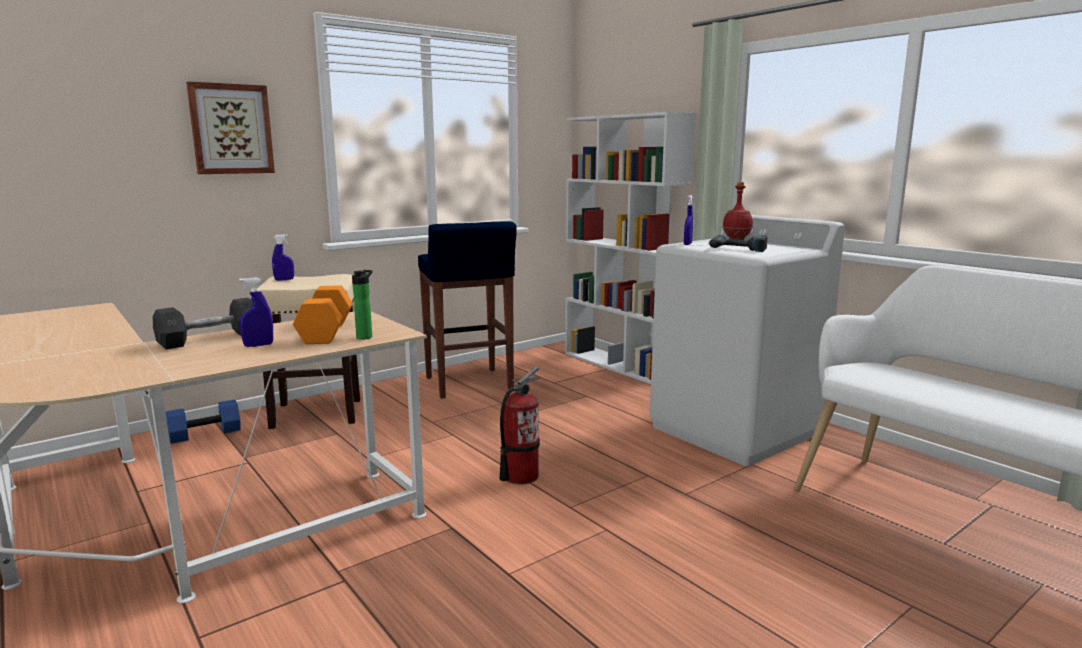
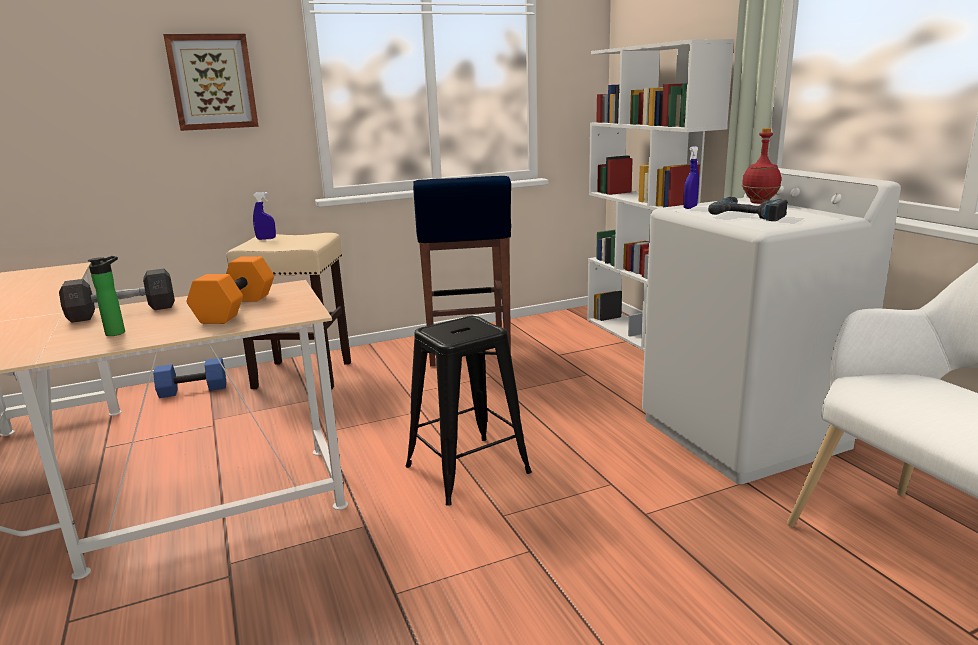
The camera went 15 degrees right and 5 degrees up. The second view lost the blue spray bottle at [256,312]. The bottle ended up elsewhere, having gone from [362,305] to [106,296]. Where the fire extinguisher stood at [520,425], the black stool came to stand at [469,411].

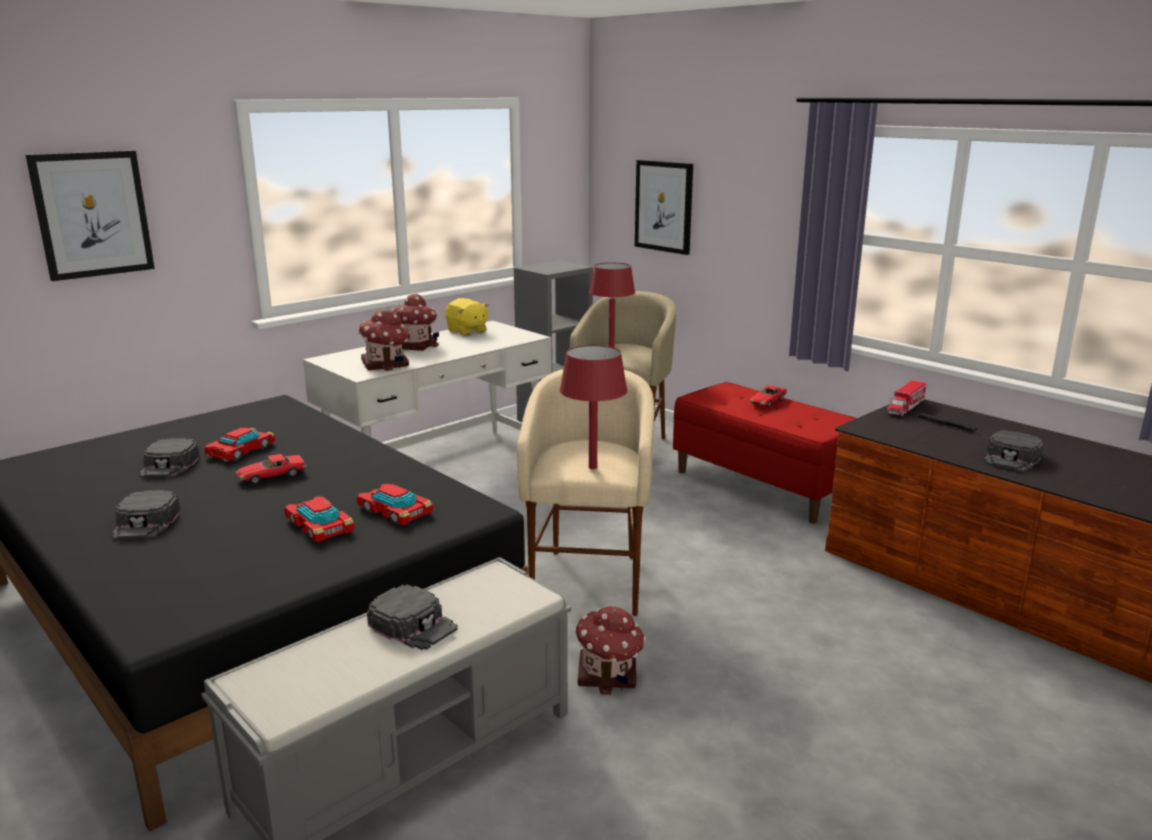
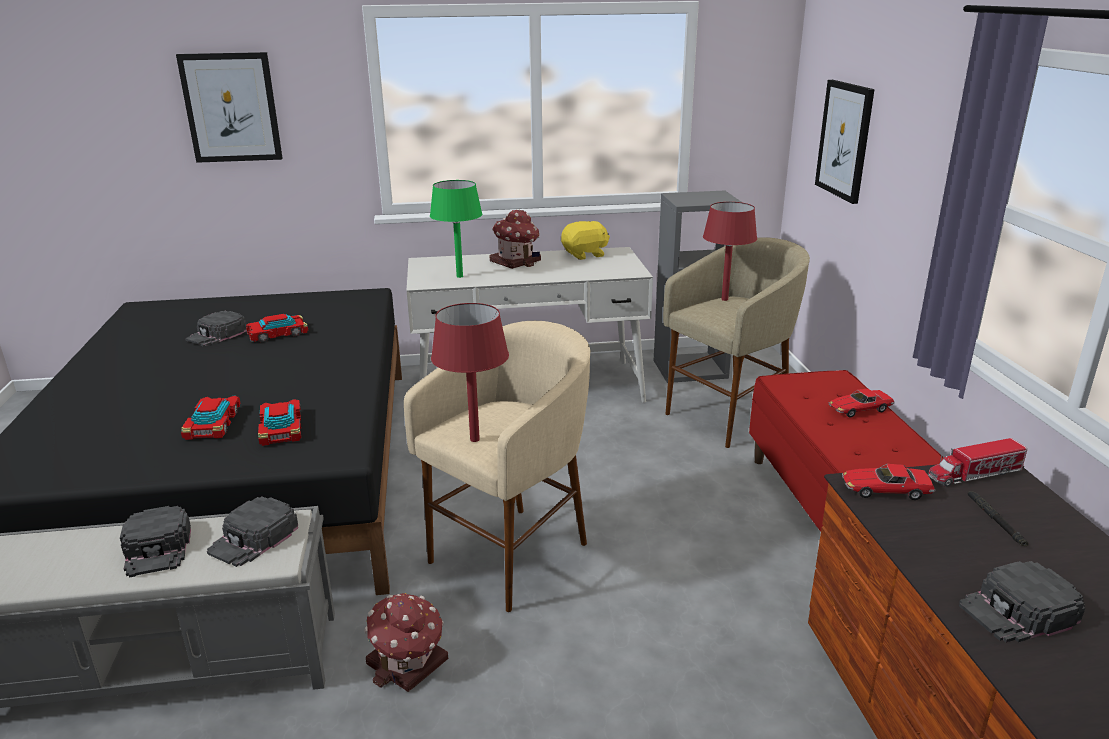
The camera went 35 degrees right and 5 degrees up. The black cap ended up elsewhere, having gone from [146,515] to [252,531]. The toy car ended up elsewhere, having gone from [271,469] to [889,482]. Where the toy house stood at [384,340], the green table lamp came to stand at [456,229]. The yellow plush toy at [467,317] ended up facing another way, 105 degrees counterclockwise from before.

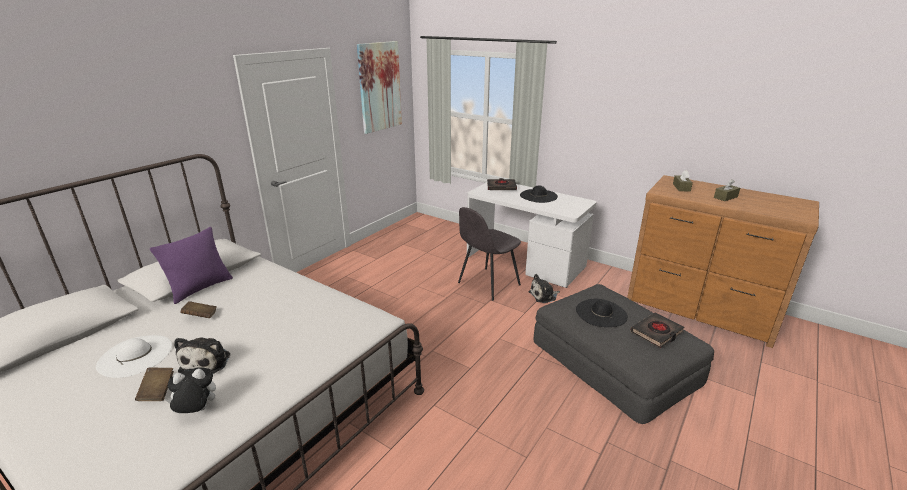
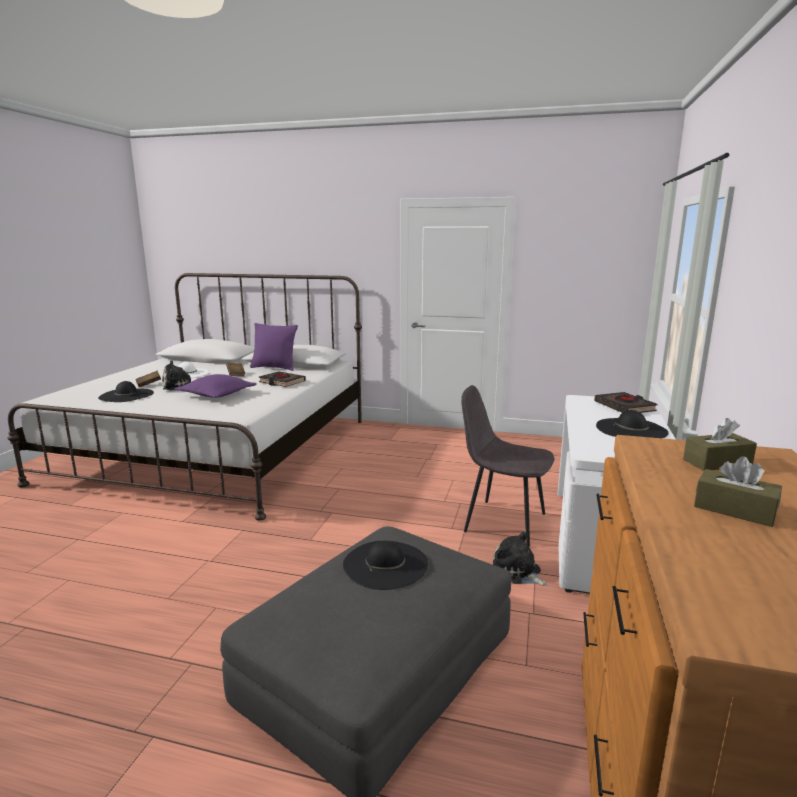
The camera went 70 degrees right and 10 degrees down. Where the plush toy stood at [191,390], the black hat came to stand at [126,391]. The second view lost the picture at [379,87]. The black book ended up elsewhere, having gone from [657,330] to [282,379]. The second view gained the purple pillow at [215,386].

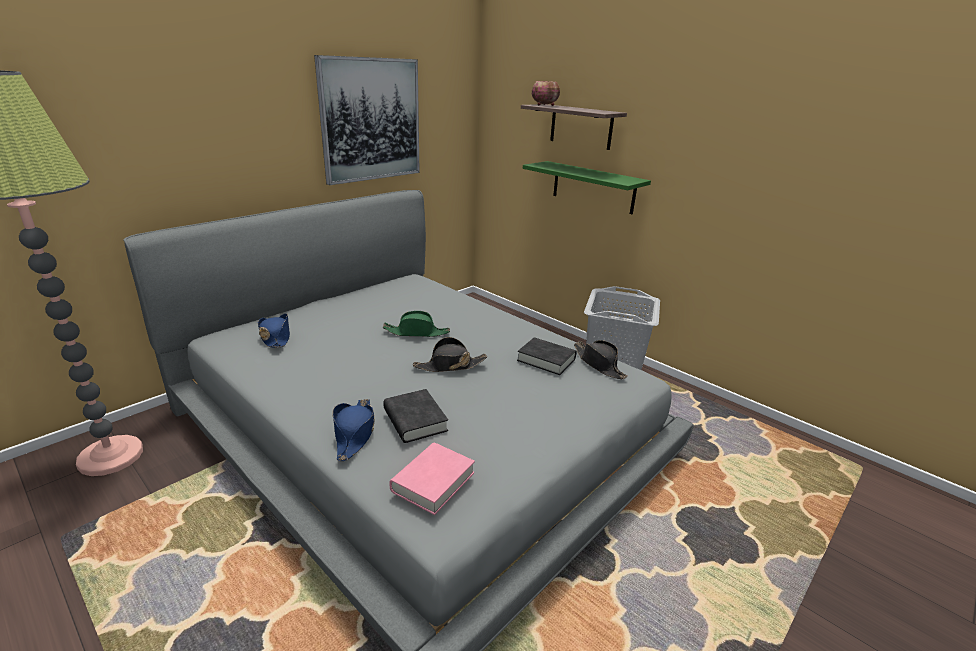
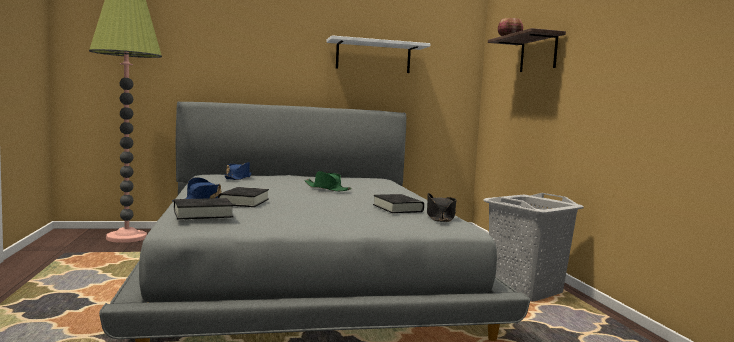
The camera went 35 degrees right and 20 degrees down. Where the picture hung at [367,120], the white shelf came to hang at [378,54]. What was the pink book at [432,479] turned into the black book at [204,209]. The second view lost the black hat at [450,354]. The second view lost the green shelf at [587,187].

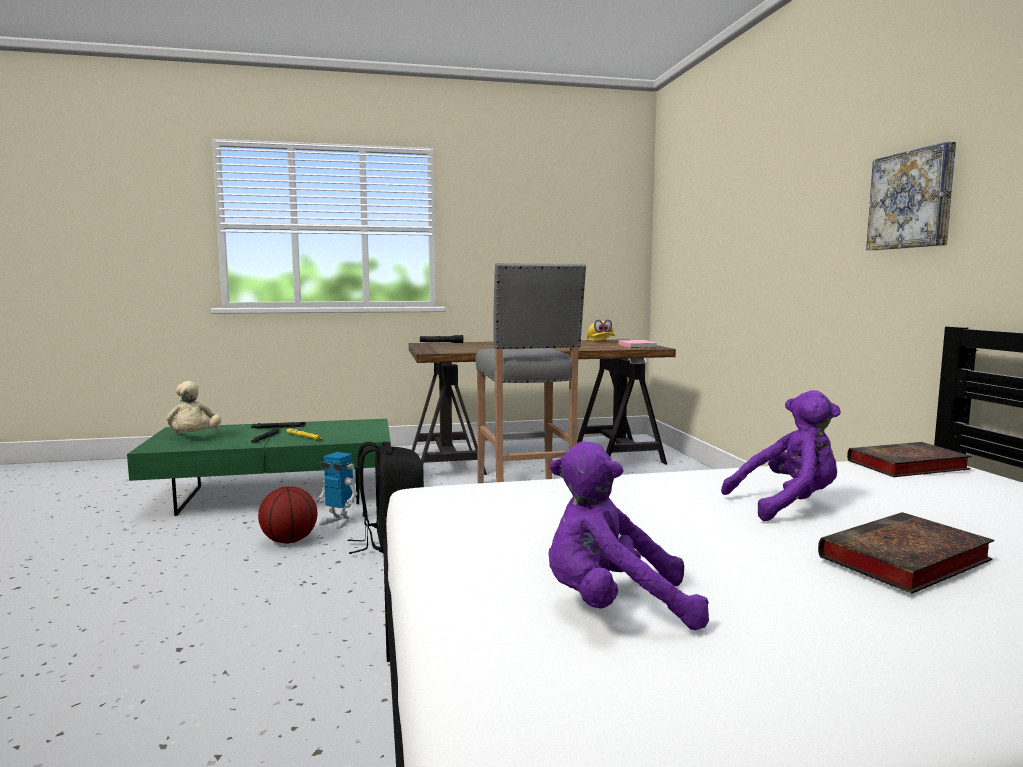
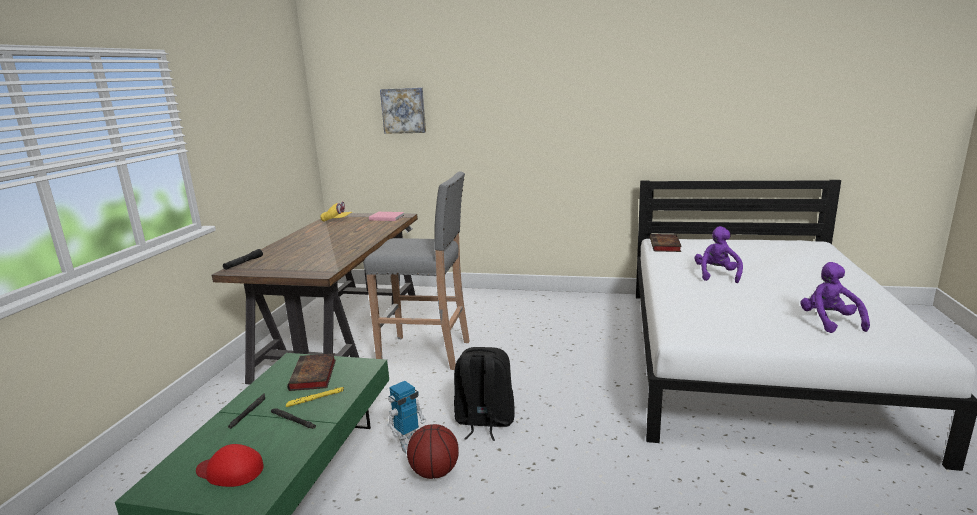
The camera went 65 degrees left and 10 degrees up. Where the beige plush toy stood at [193,407], the red cap came to stand at [230,465]. The purple plush toy at [629,535] ended up facing another way, 150 degrees clockwise from before. The book ended up elsewhere, having gone from [906,553] to [311,372]. The picture ended up elsewhere, having gone from [911,195] to [403,111].

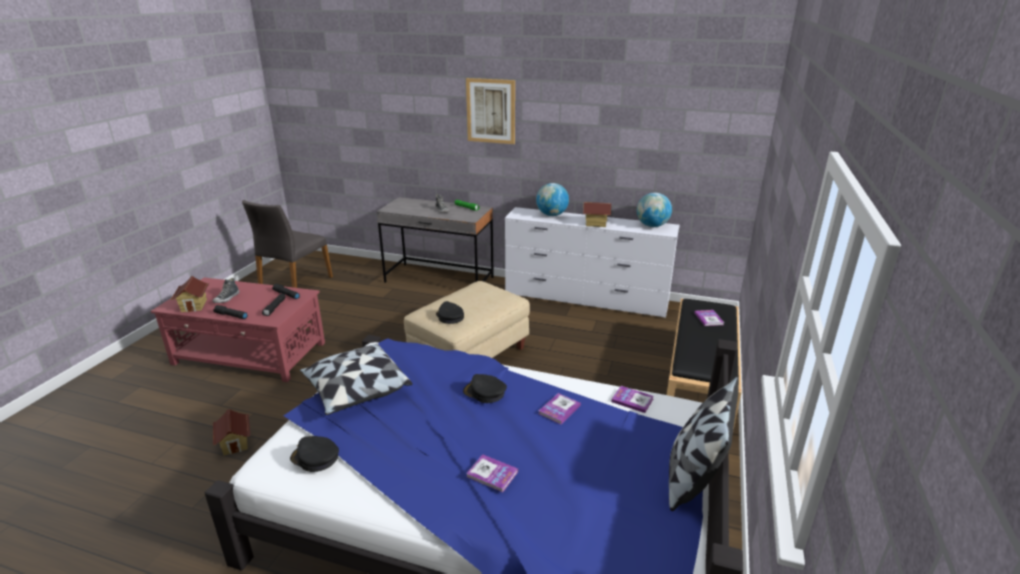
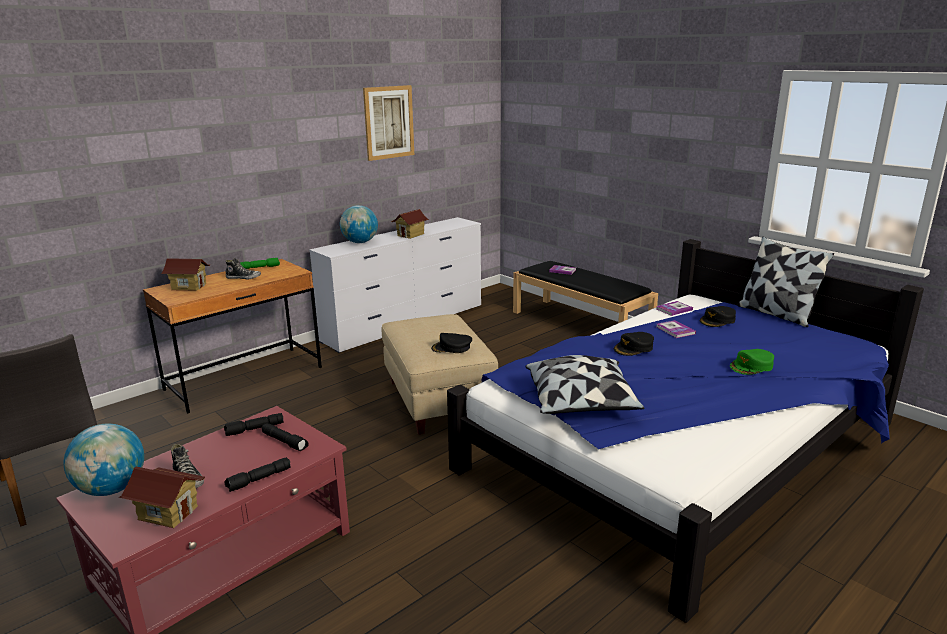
The camera went 60 degrees left and 5 degrees down. The toy house ended up elsewhere, having gone from [231,432] to [185,274]. The black cap ended up elsewhere, having gone from [314,454] to [718,316]. What was the grey desk at [435,240] turned into the brown desk at [232,336]. The picture ended up elsewhere, having gone from [490,111] to [388,123]. Where the book stood at [492,473], the green cap came to stand at [752,362]. The globe ended up elsewhere, having gone from [654,210] to [104,459].

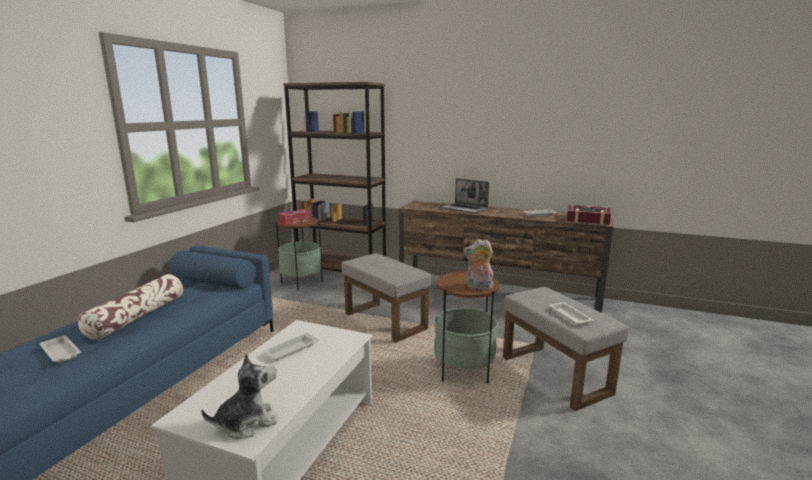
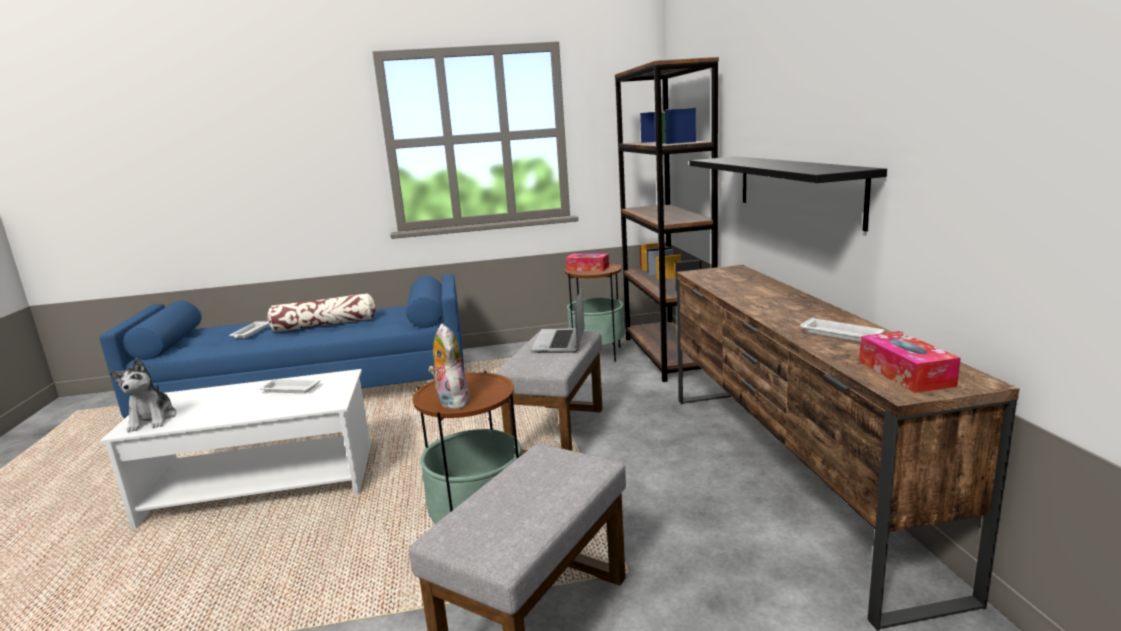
The camera went 60 degrees right and 0 degrees up. The plush toy at [239,396] ended up facing another way, 45 degrees clockwise from before. The laptop ended up elsewhere, having gone from [465,195] to [557,320]. The second view lost the white tray at [571,313]. Where the book stood at [589,215], the tissue box came to stand at [910,362]. The second view gained the black shelf at [788,193].

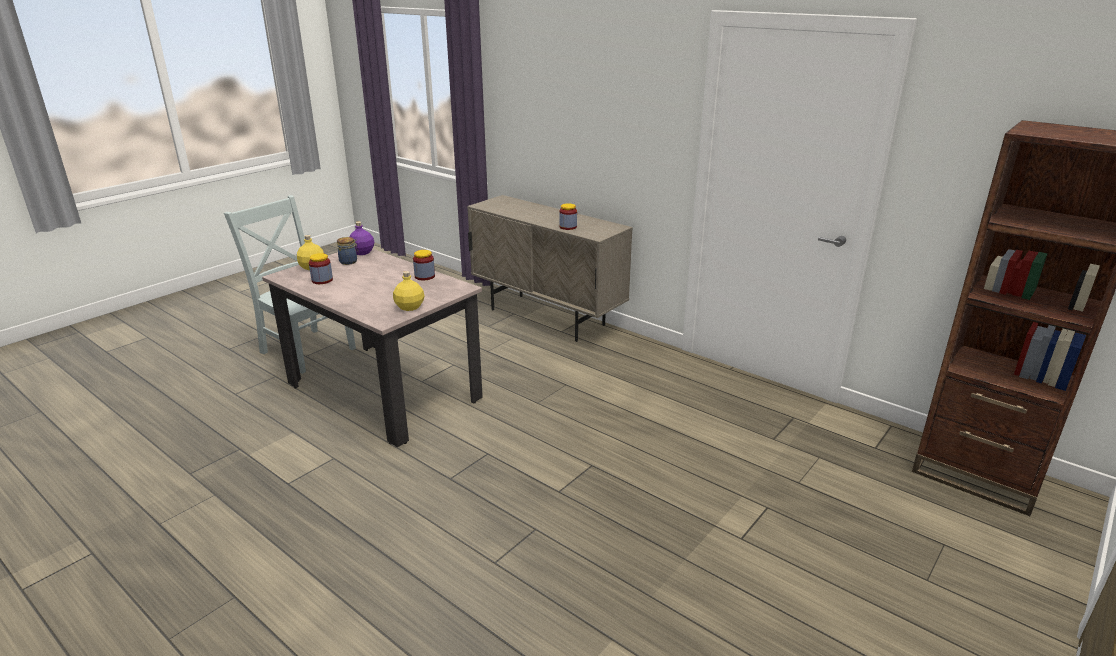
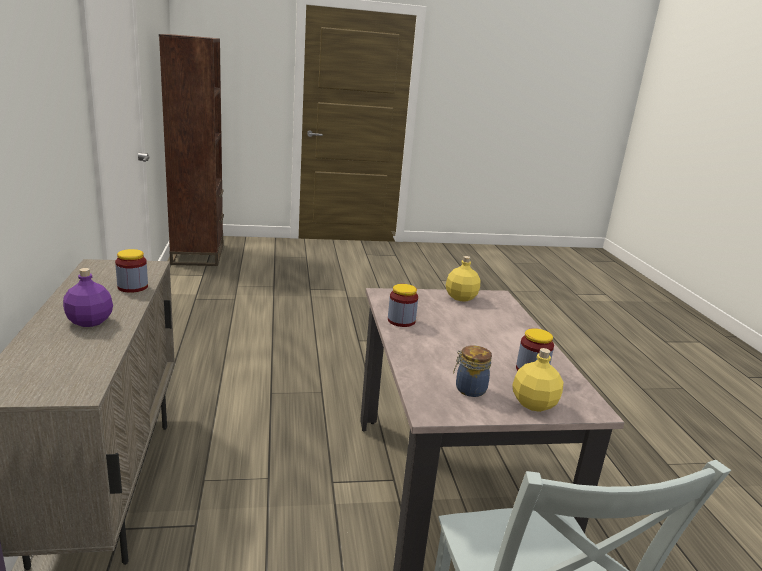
The camera went 140 degrees left and 5 degrees down. The purple bottle ended up elsewhere, having gone from [361,238] to [88,297].

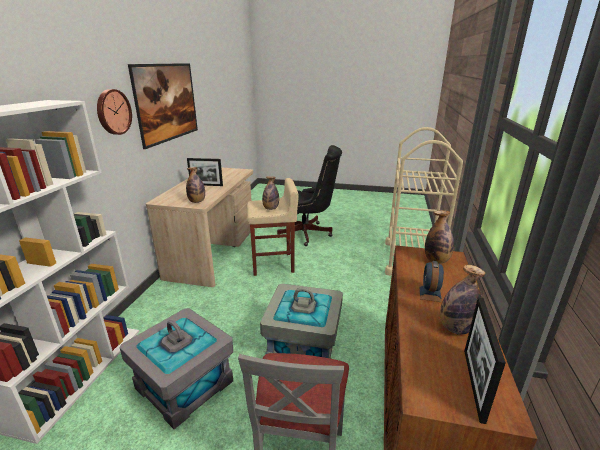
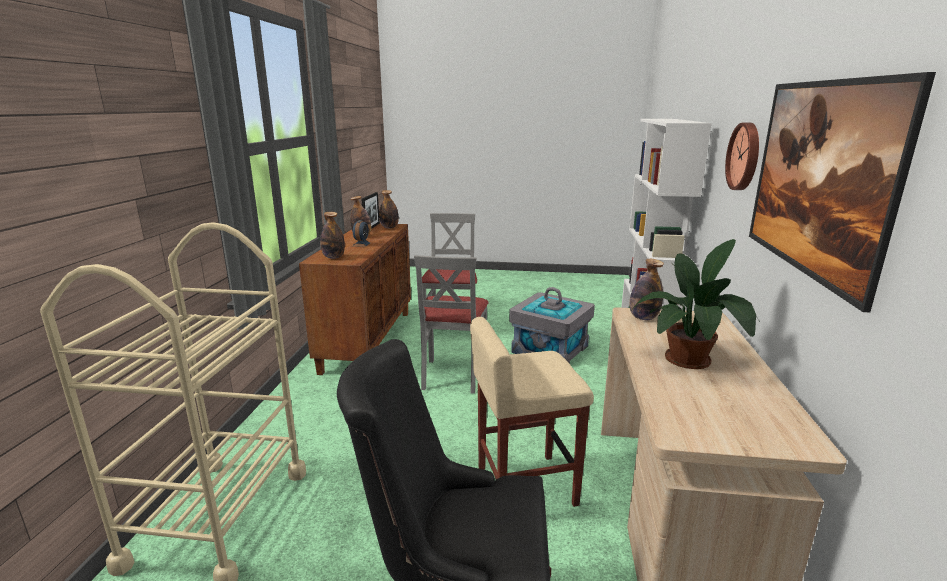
The camera went 175 degrees right and 5 degrees down. Where the picture frame stood at [205,172], the potted plant came to stand at [695,304]. Where the grey storage box stood at [301,321], the grey chair came to stand at [451,324]. The bottle ended up elsewhere, having gone from [270,193] to [389,209].

